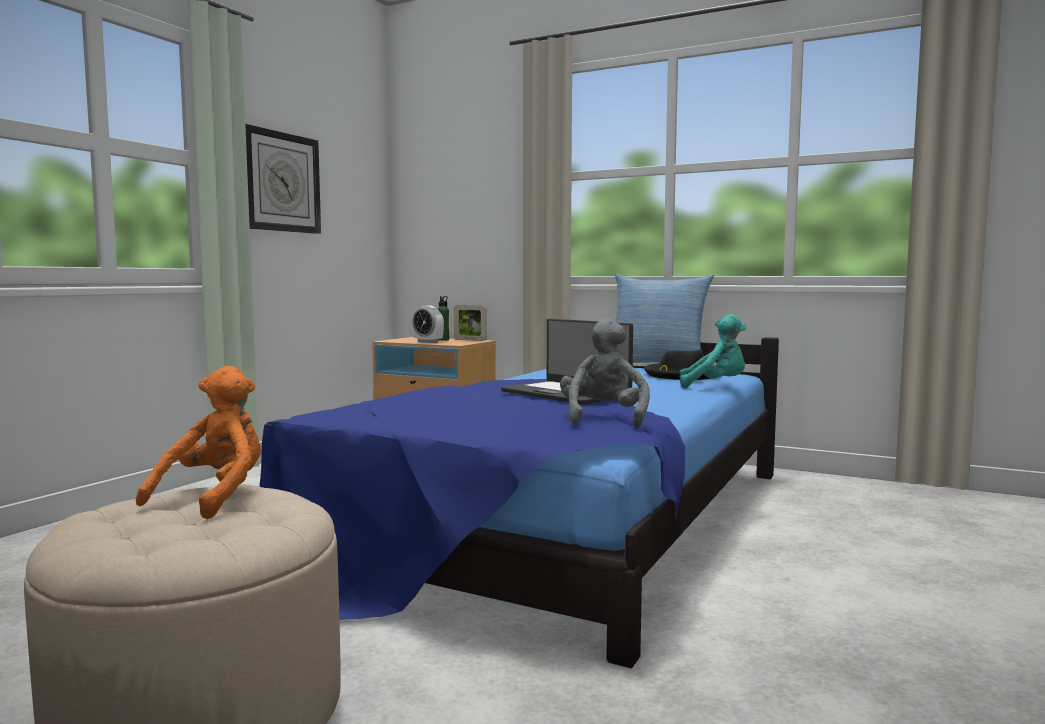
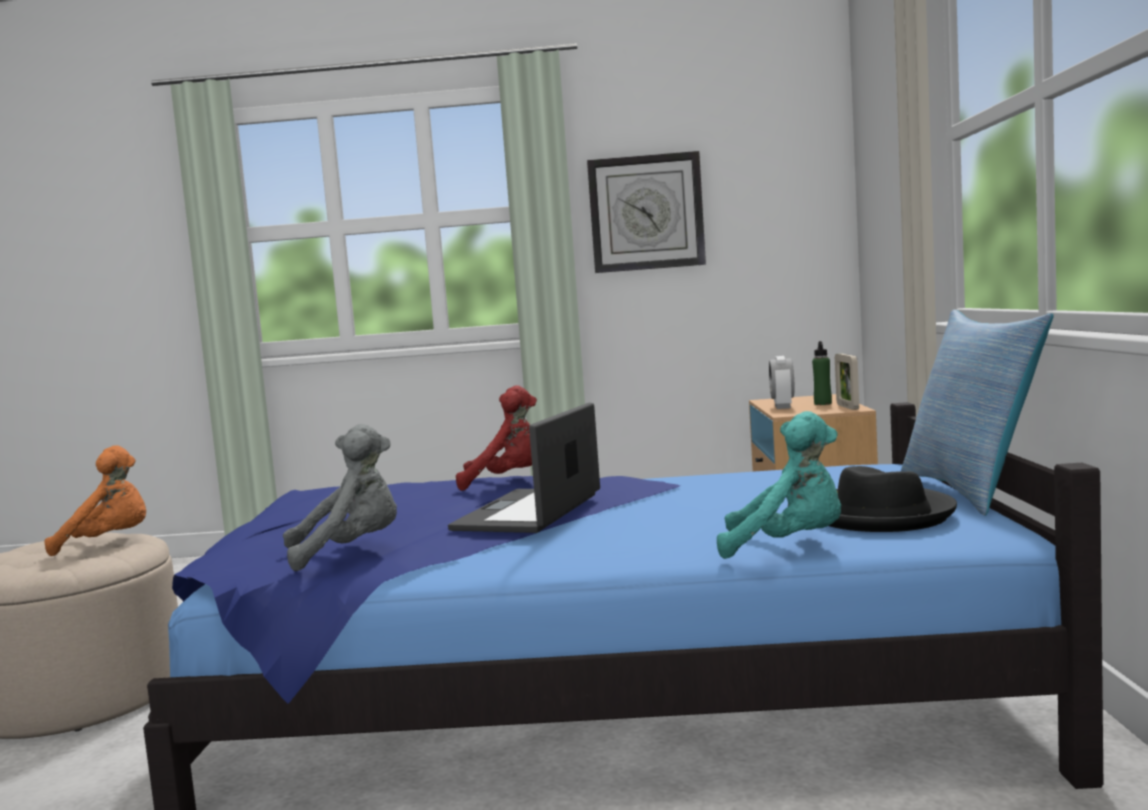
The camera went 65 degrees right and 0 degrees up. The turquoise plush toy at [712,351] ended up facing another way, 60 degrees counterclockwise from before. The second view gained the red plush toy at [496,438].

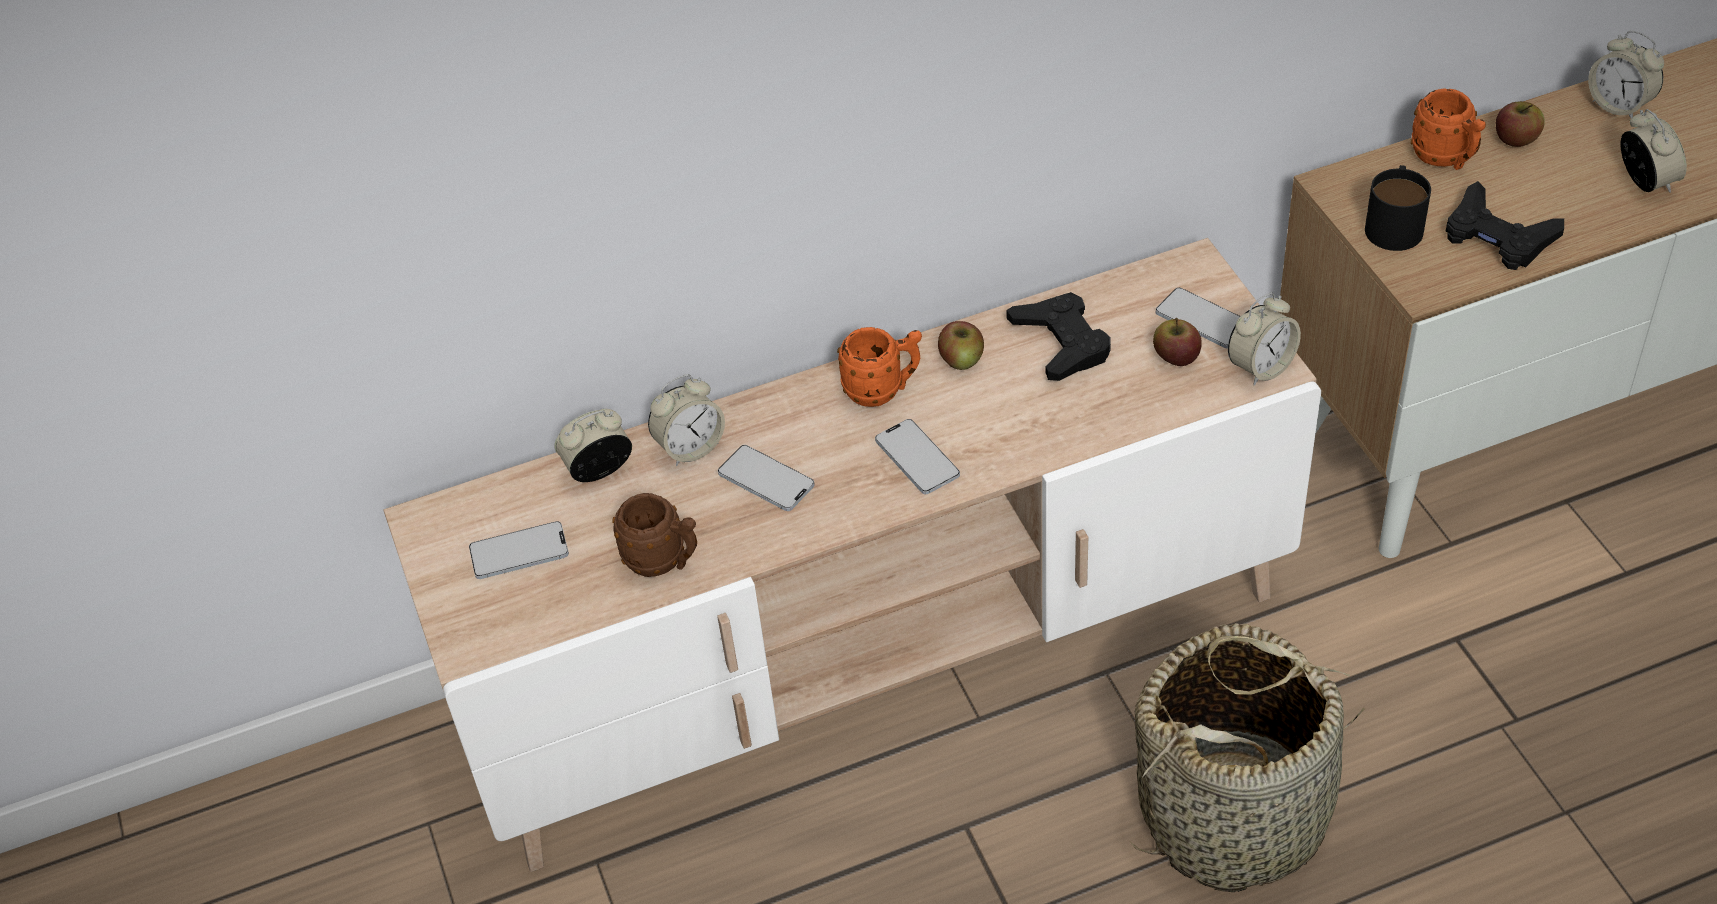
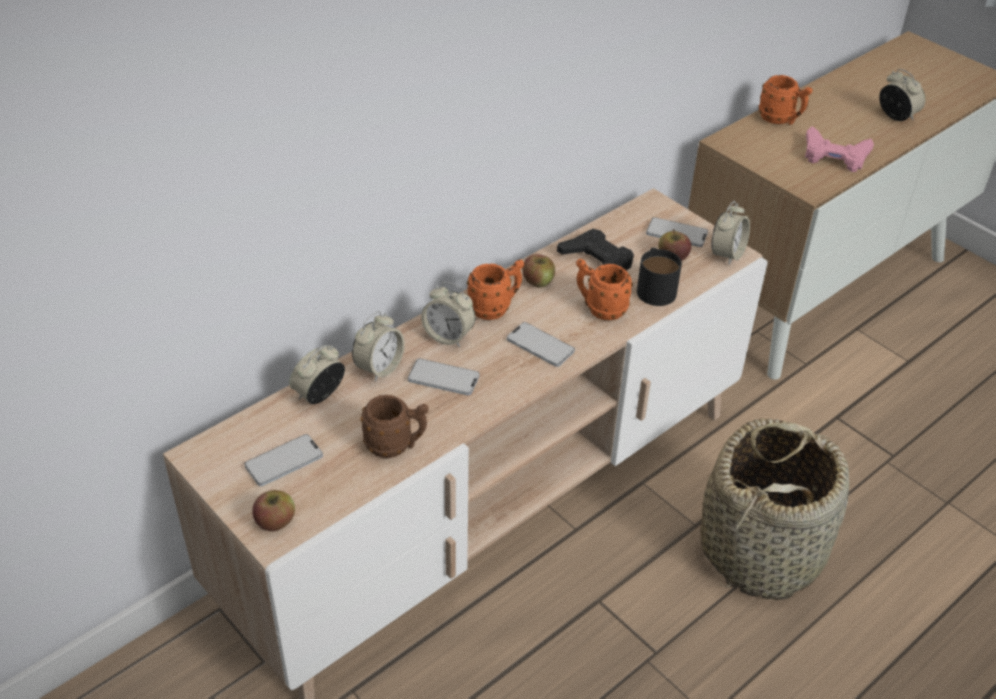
The camera went 25 degrees left and 5 degrees down. The black mug ended up elsewhere, having gone from [1398,208] to [659,277]. What was the black game controller at [1505,225] turned into the pink game controller at [839,149]. The apple ended up elsewhere, having gone from [1520,124] to [273,510]. The alarm clock ended up elsewhere, having gone from [1626,74] to [448,314]. The second view gained the orange mug at [604,289].

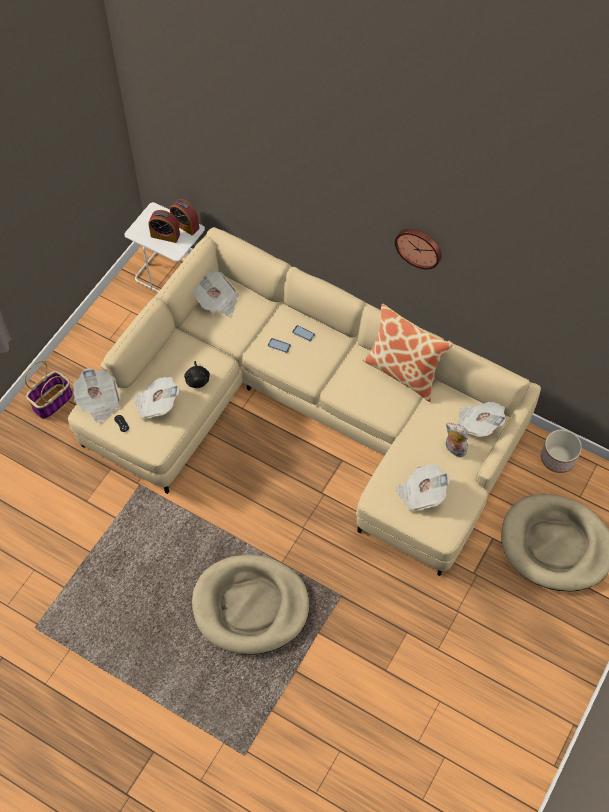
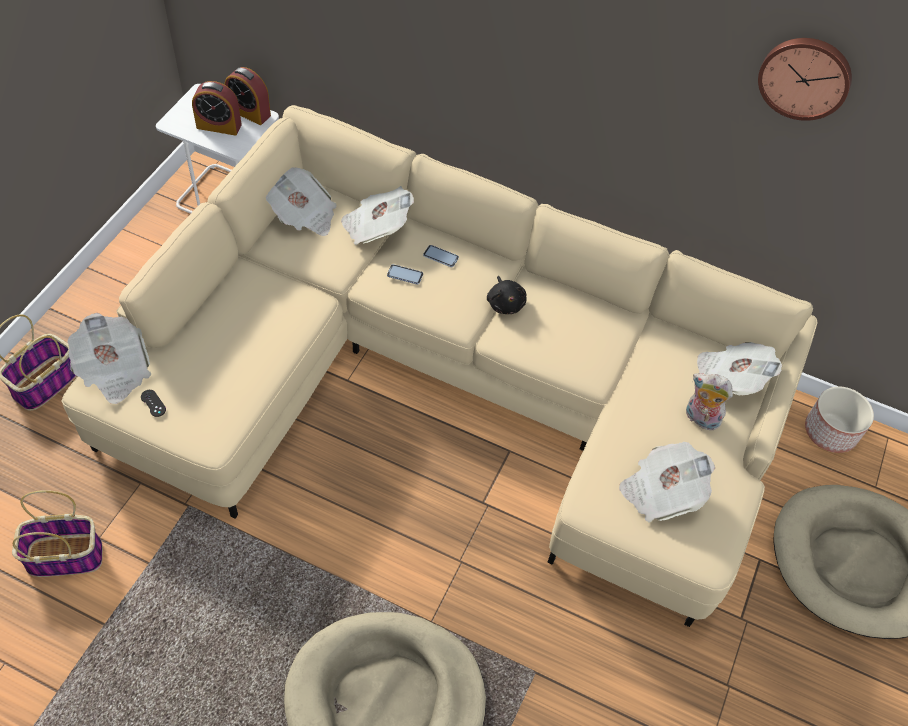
The camera went 10 degrees left and 5 degrees down. The newspaper ended up elsewhere, having gone from [156,398] to [377,215]. The black plush toy ended up elsewhere, having gone from [197,374] to [507,295]. The second view lost the pillow at [408,352]. The wall clock ended up elsewhere, having gone from [418,249] to [805,79]. The second view gained the basket at [57,533].

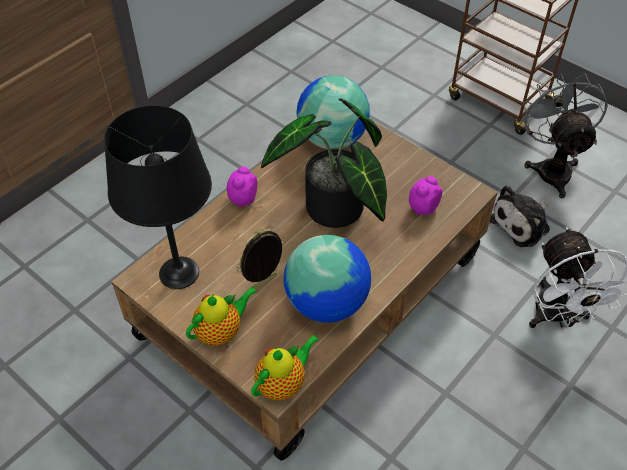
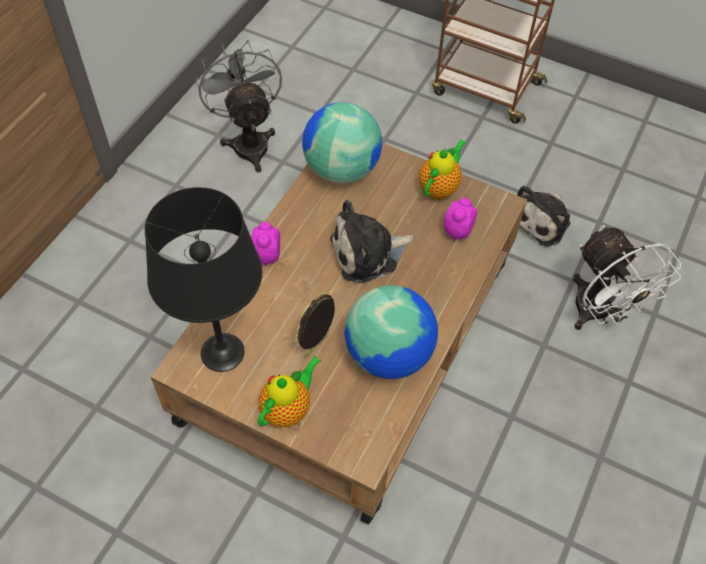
The camera went 15 degrees left and 5 degrees up. The teapot ended up elsewhere, having gone from [285,367] to [442,169]. Where the potted plant stood at [324,163], the plush toy came to stand at [372,241]. The grey fan ended up elsewhere, having gone from [565,135] to [239,106].

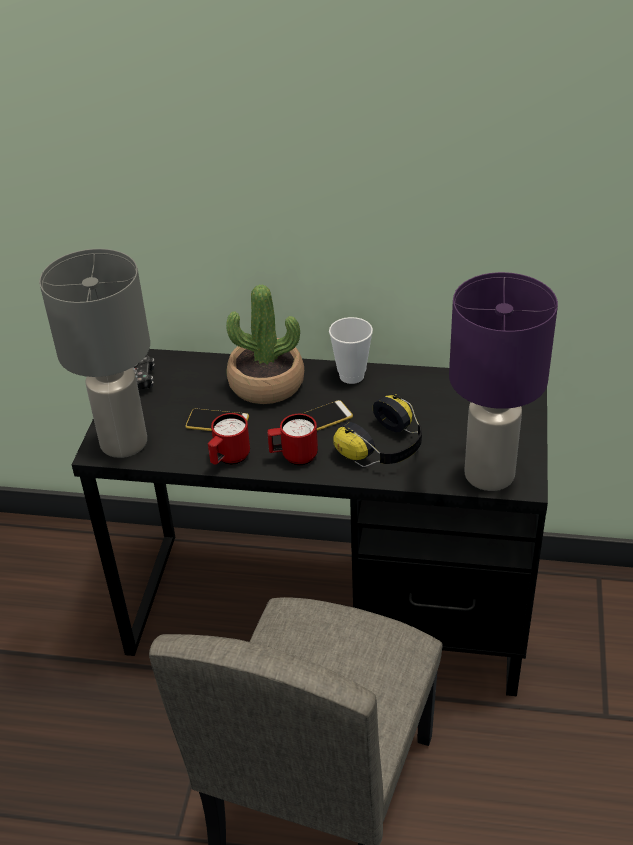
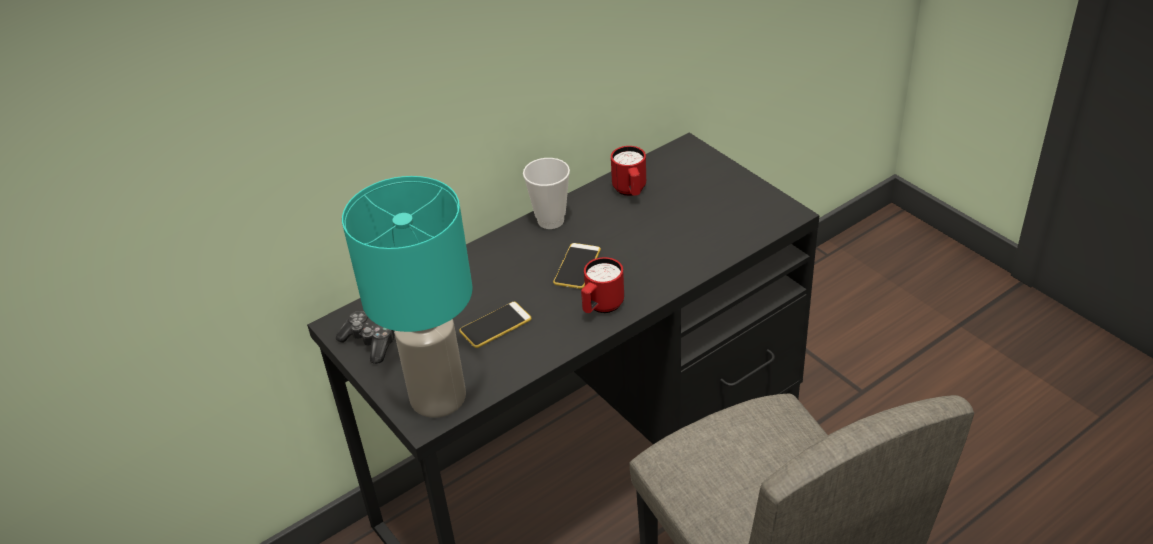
The camera went 45 degrees left and 0 degrees up. What was the grey table lamp at [94,353] turned into the turquoise table lamp at [407,297]. The red mug ended up elsewhere, having gone from [229,439] to [628,171]. The second view lost the potted plant at [265,344]. The second view lost the headphones at [377,430]. The second view lost the purple table lamp at [503,381].

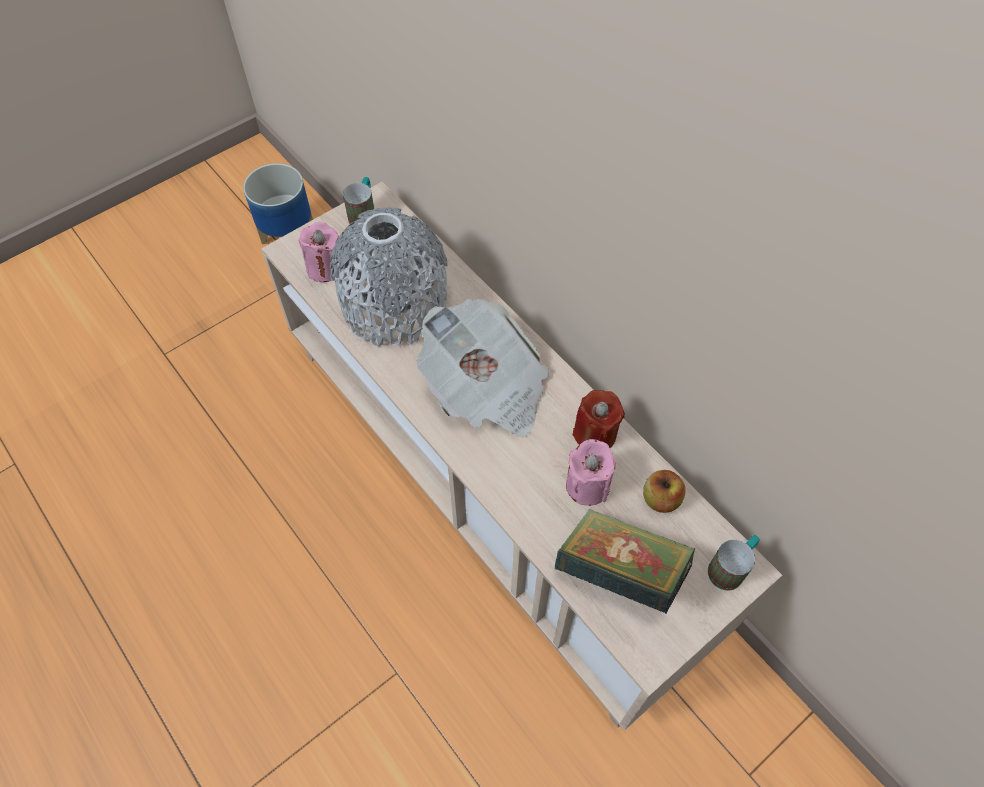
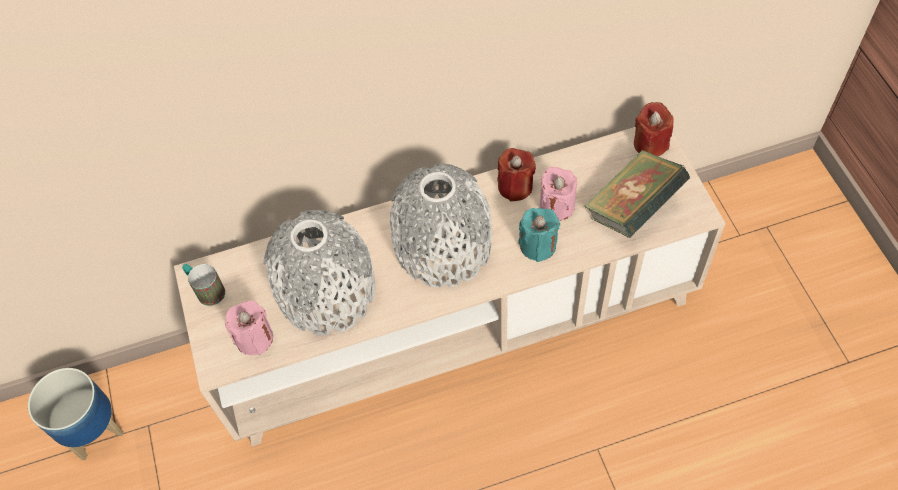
The camera went 65 degrees left and 0 degrees up. Where the newspaper stood at [482,368], the grey vase came to stand at [441,225]. The second view lost the apple at [664,491]. Where the mug stood at [734,563], the red candle came to stand at [654,129]. The second view gained the turquoise candle at [539,235].

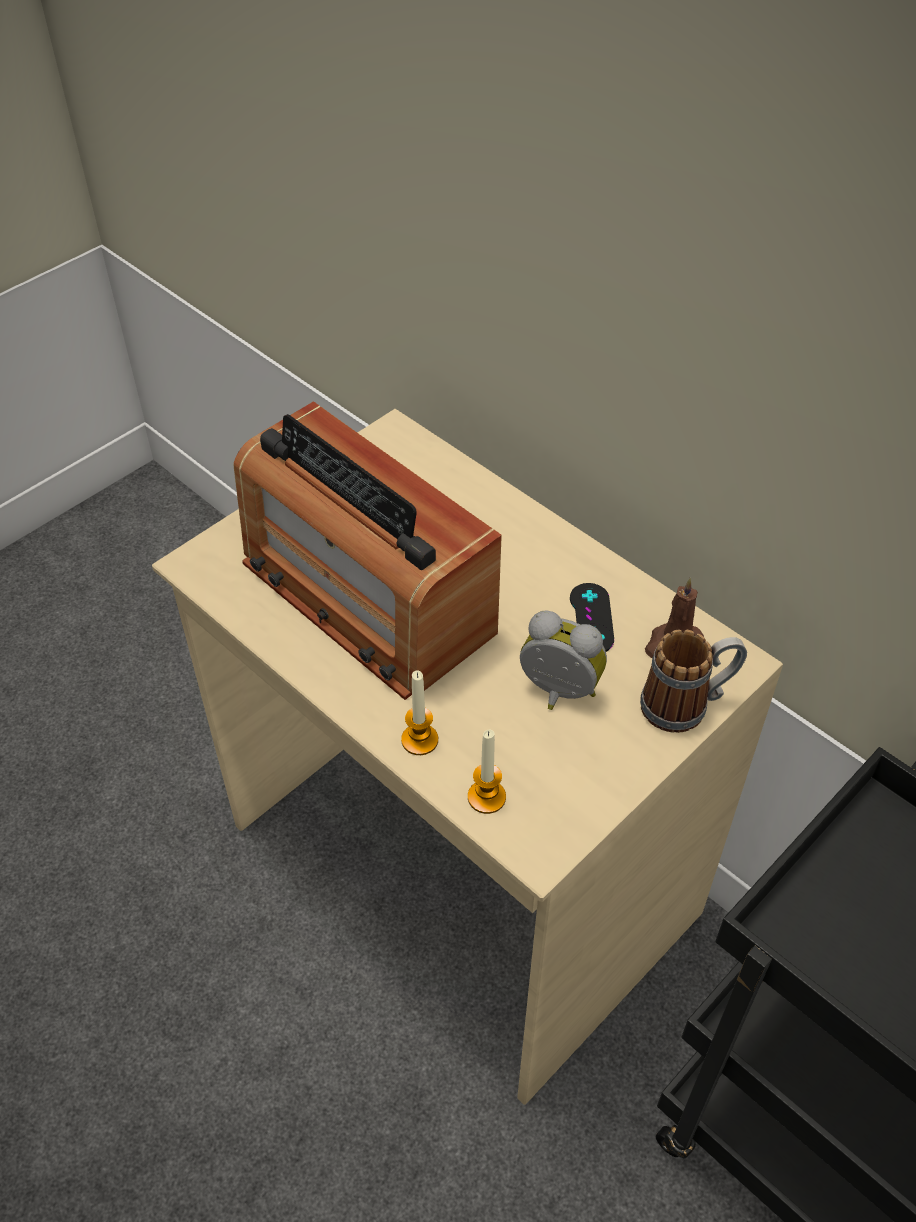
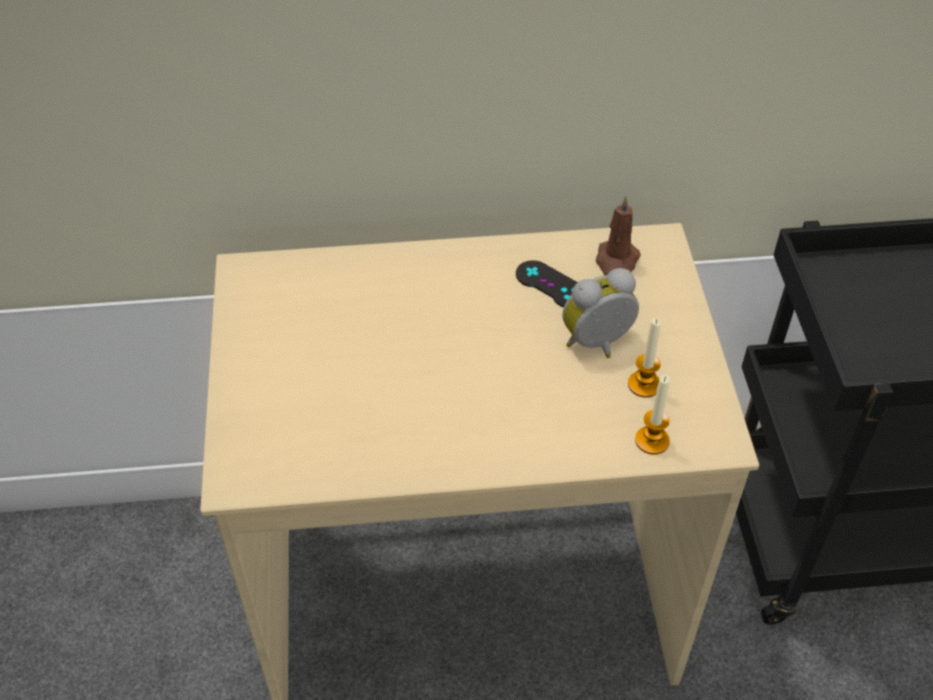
The camera went 50 degrees left and 0 degrees up. The second view lost the radio at [368,550]. The candle ended up elsewhere, having gone from [419,713] to [644,357]. The second view lost the mug at [693,681].

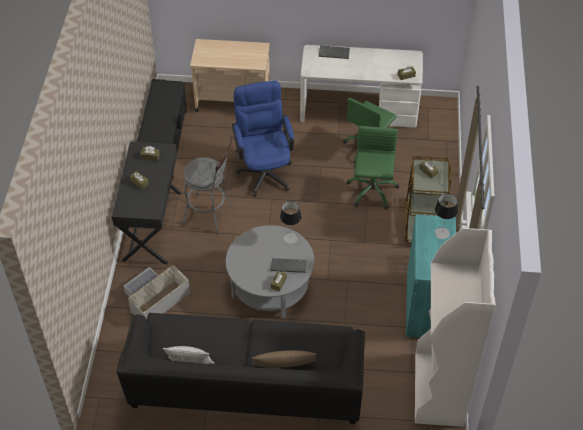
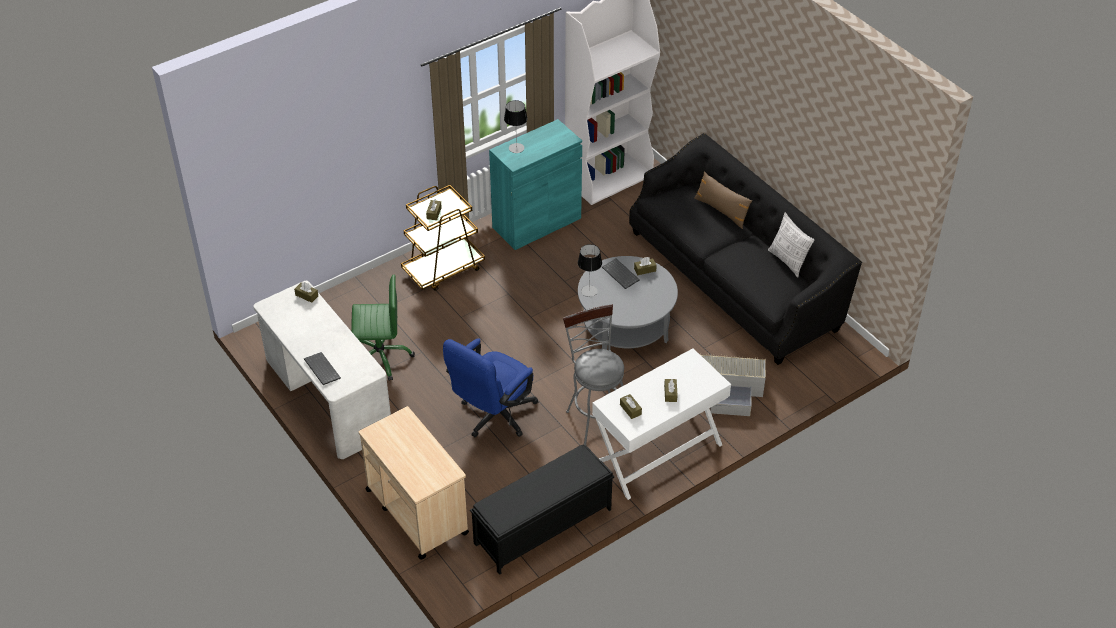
The camera went 130 degrees left and 5 degrees down. What was the black desk at [147,202] turned into the white desk at [661,424]. The second view lost the green office chair at [372,167].

